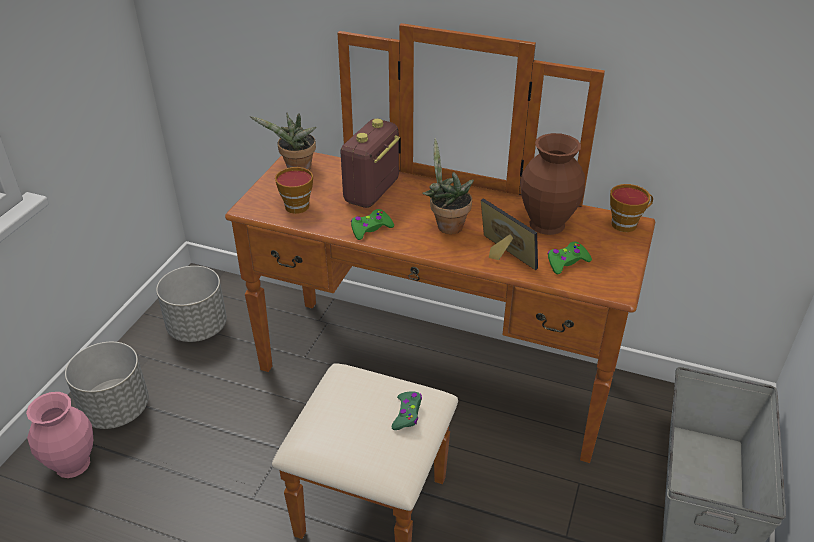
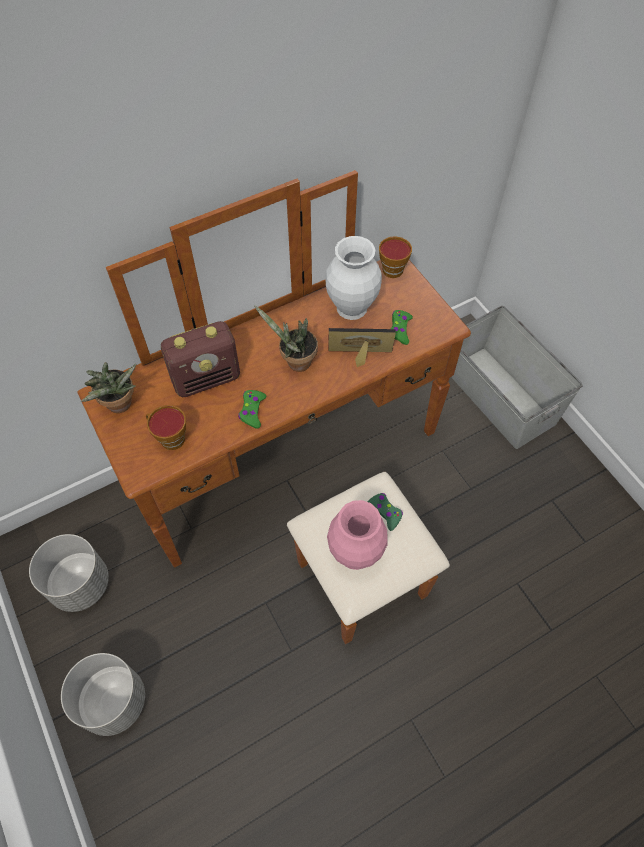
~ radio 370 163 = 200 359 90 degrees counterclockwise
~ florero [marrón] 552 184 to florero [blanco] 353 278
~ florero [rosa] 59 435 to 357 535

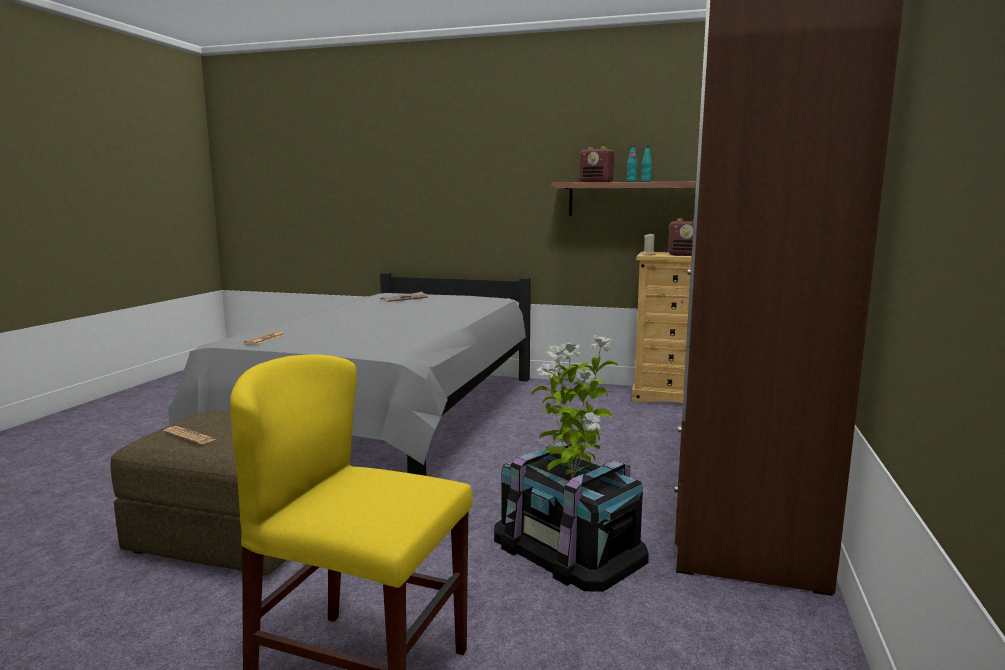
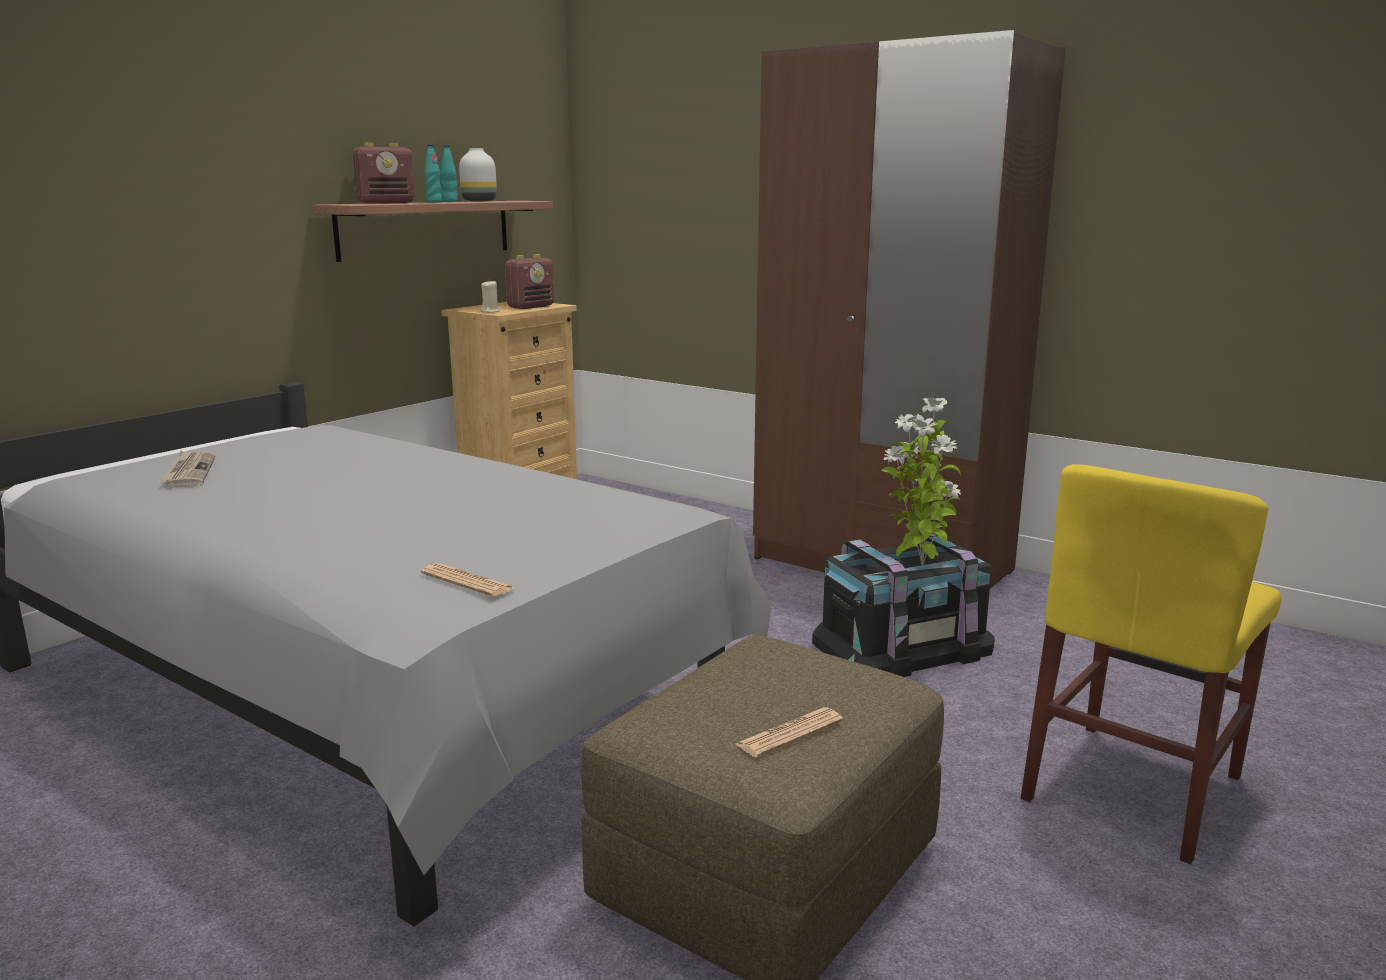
+ florero [blanco] 478 175

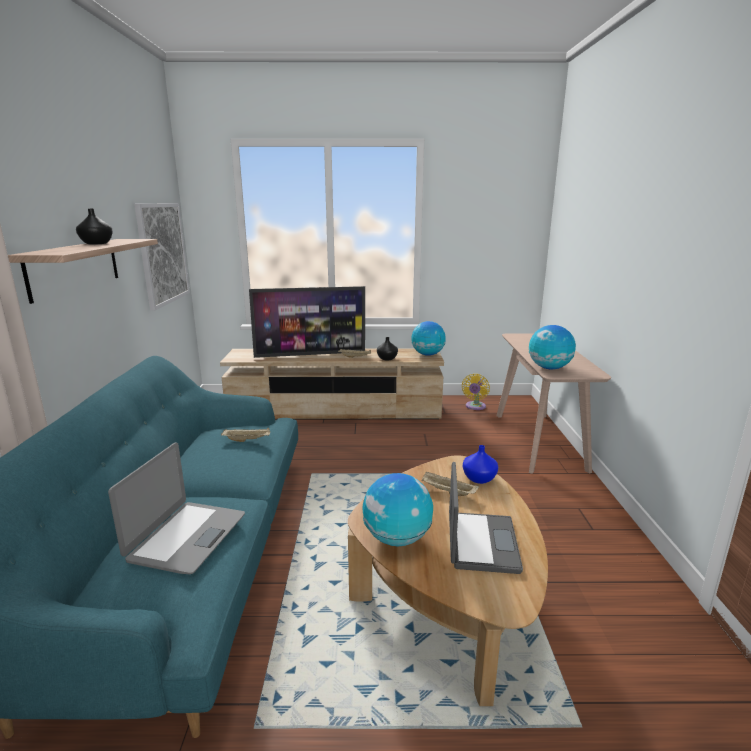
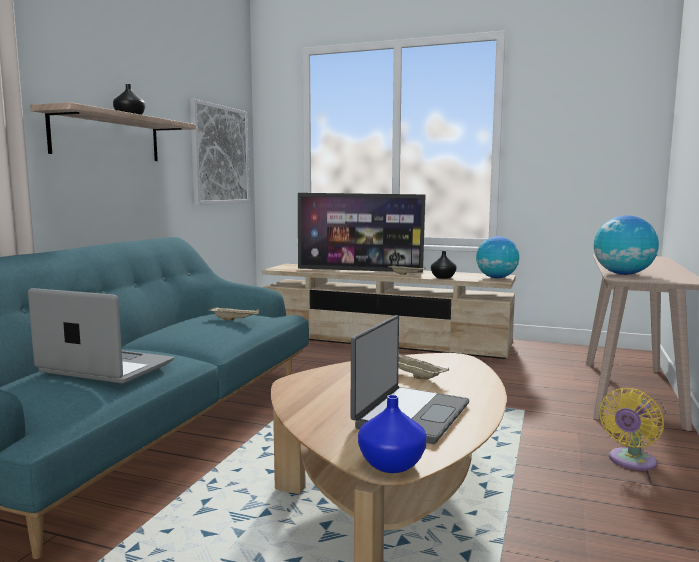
~ ventilador [amarillo] 476 392 to 631 429
~ portátil 176 508 = 101 336 105 degrees counterclockwise
~ florero [azul] 480 464 to 392 434
- globo terráqueo 397 509

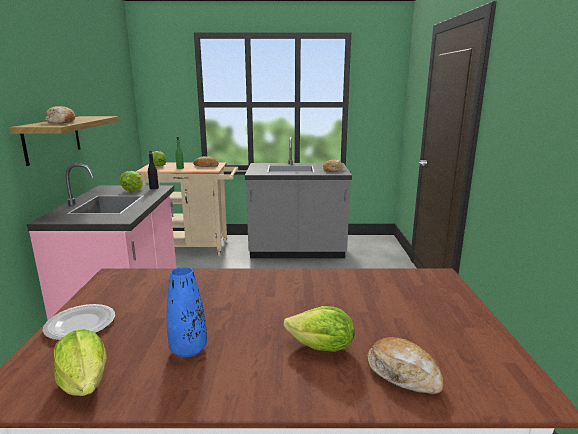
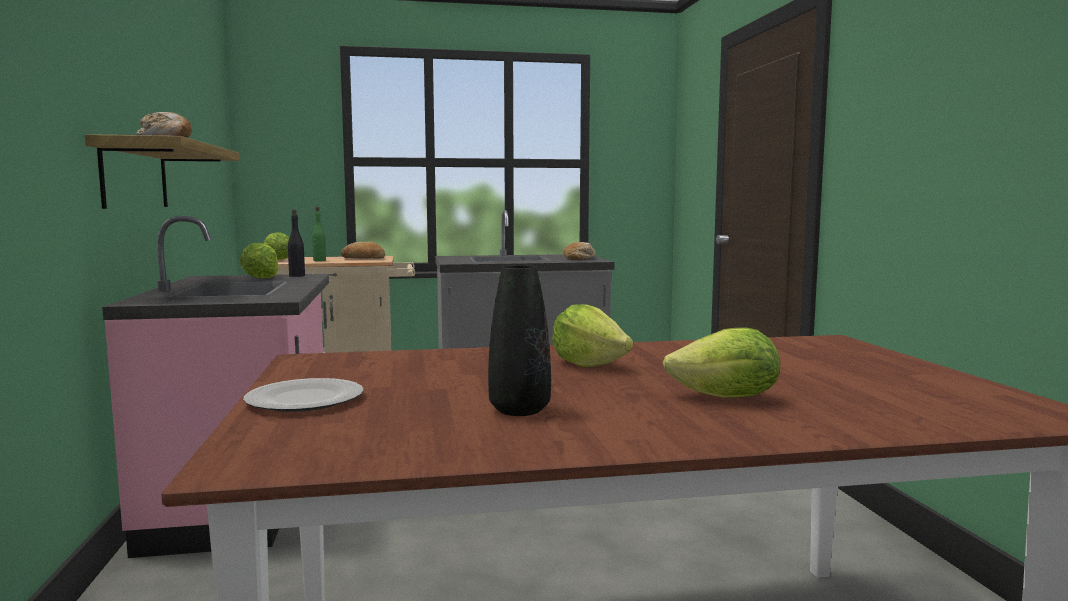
~ florero [azul] 187 312 to florero [negro] 519 340
~ lechuga 80 362 to 592 335
- pan 405 365

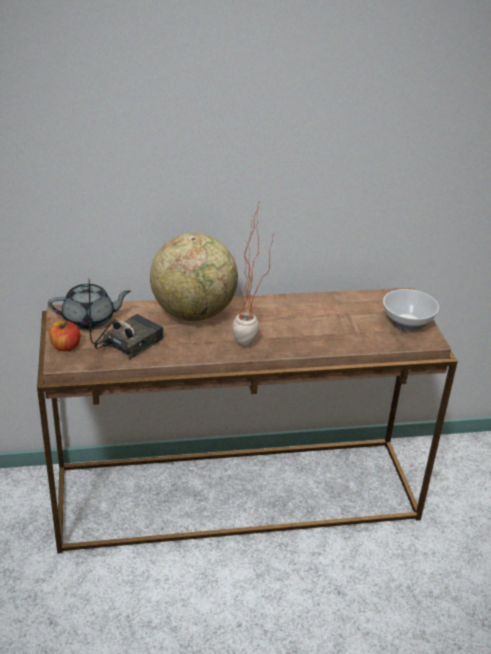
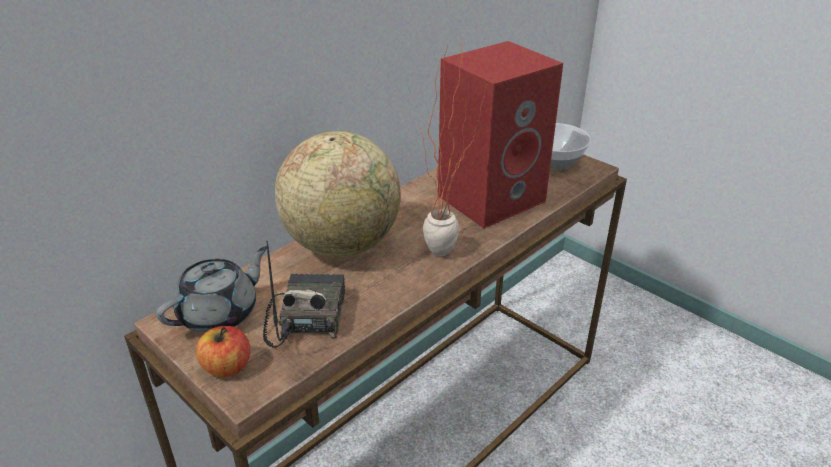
+ altavoz [rojo] 500 134

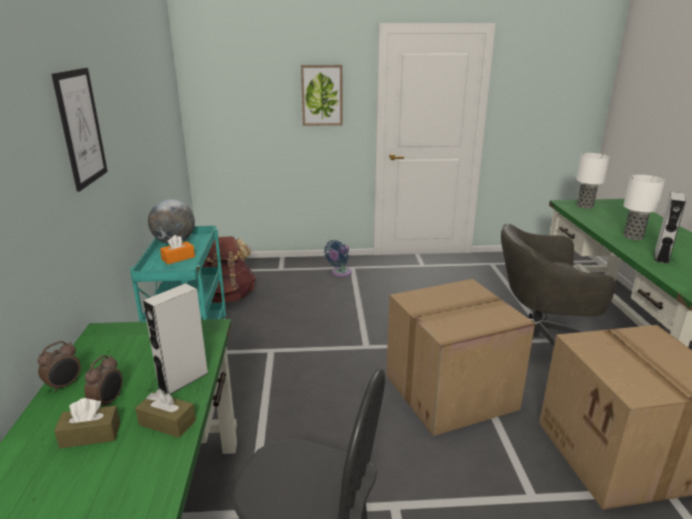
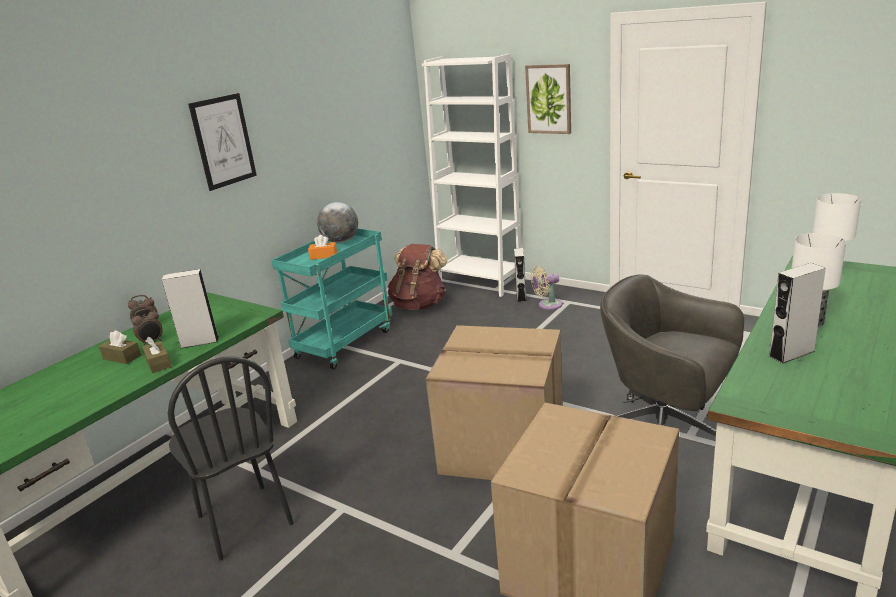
~ ventilador [azul] 338 258 to ventilador [beis] 546 288
+ estantería [blanco] 471 175
+ altavoz [gris] 520 275

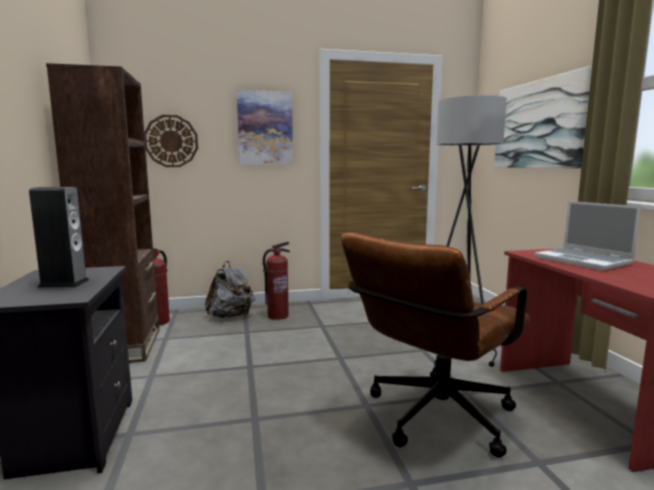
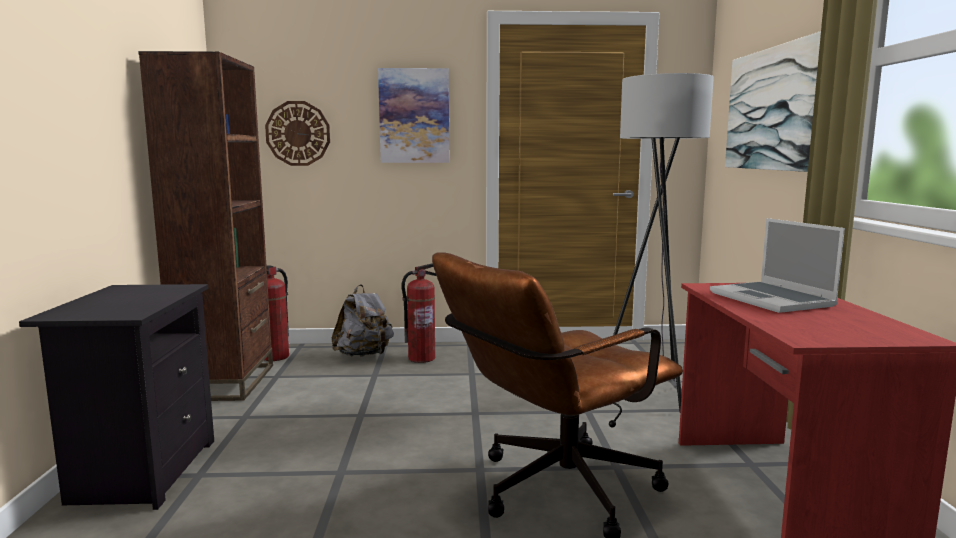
- altavoz 59 237

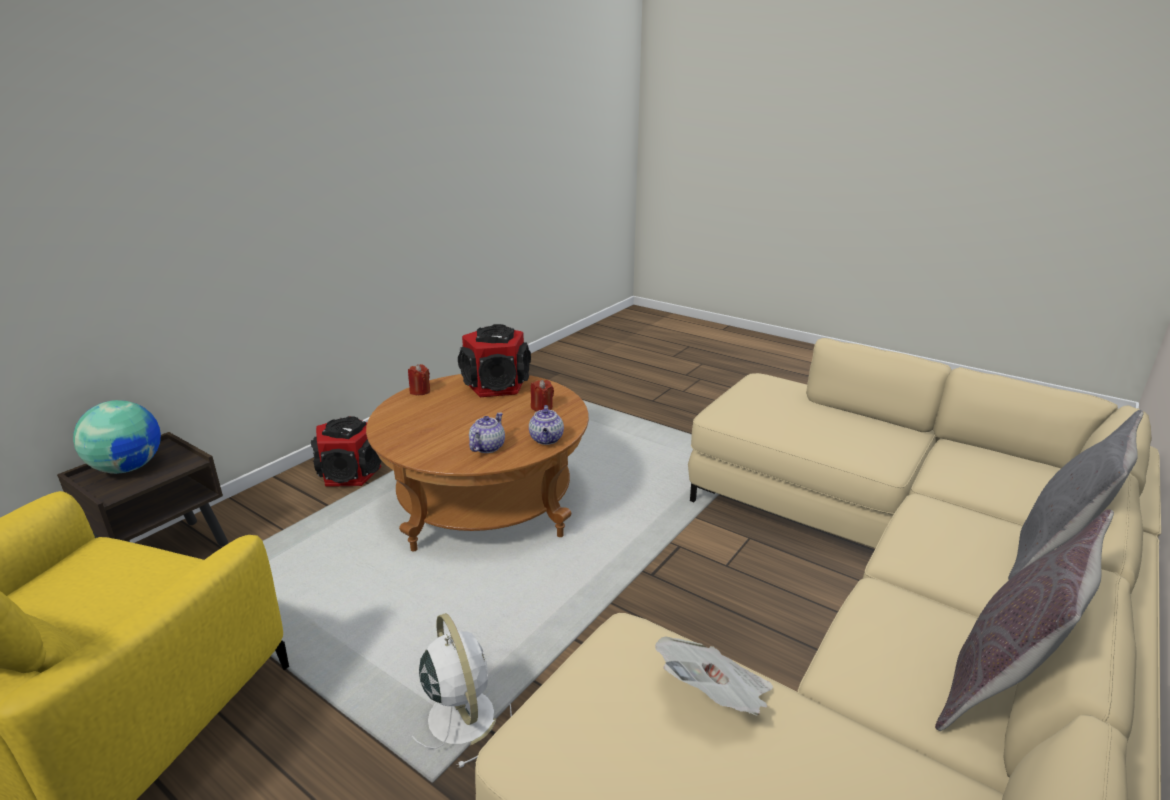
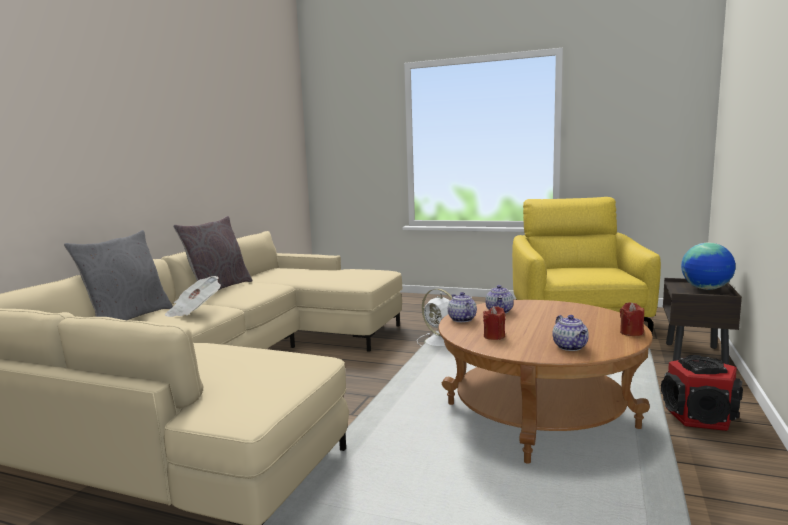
~ altavoz 494 360 to tetera 570 333
~ periódico 714 676 to 193 296

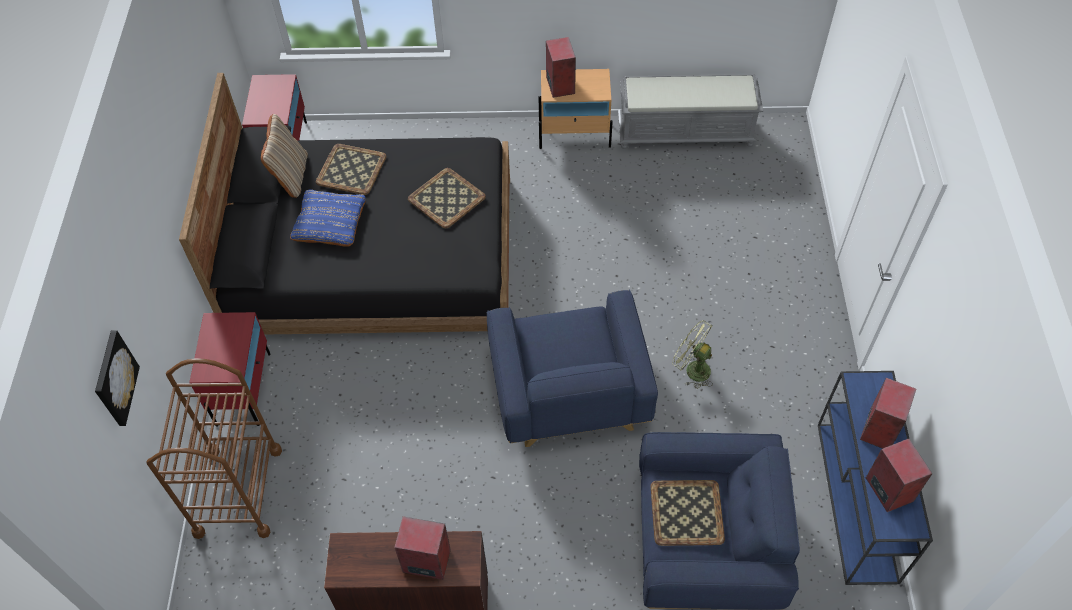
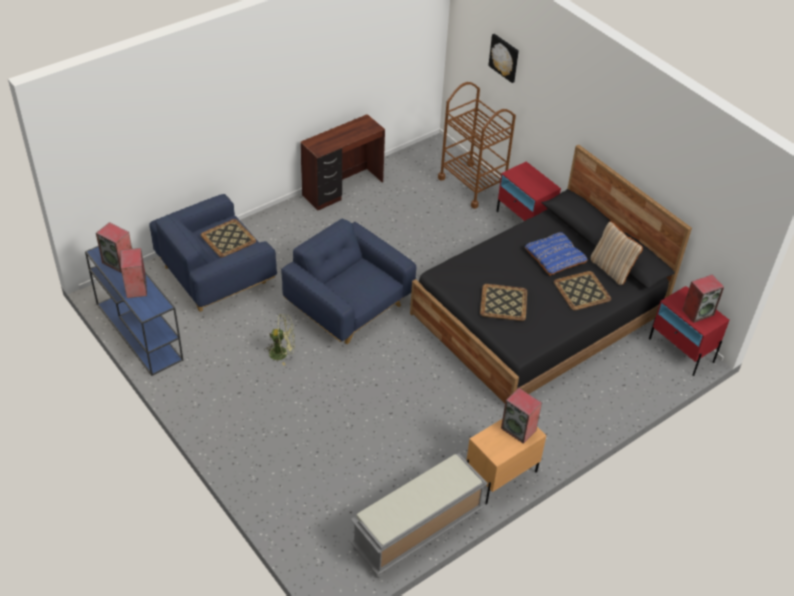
~ altavoz 422 548 to 703 299

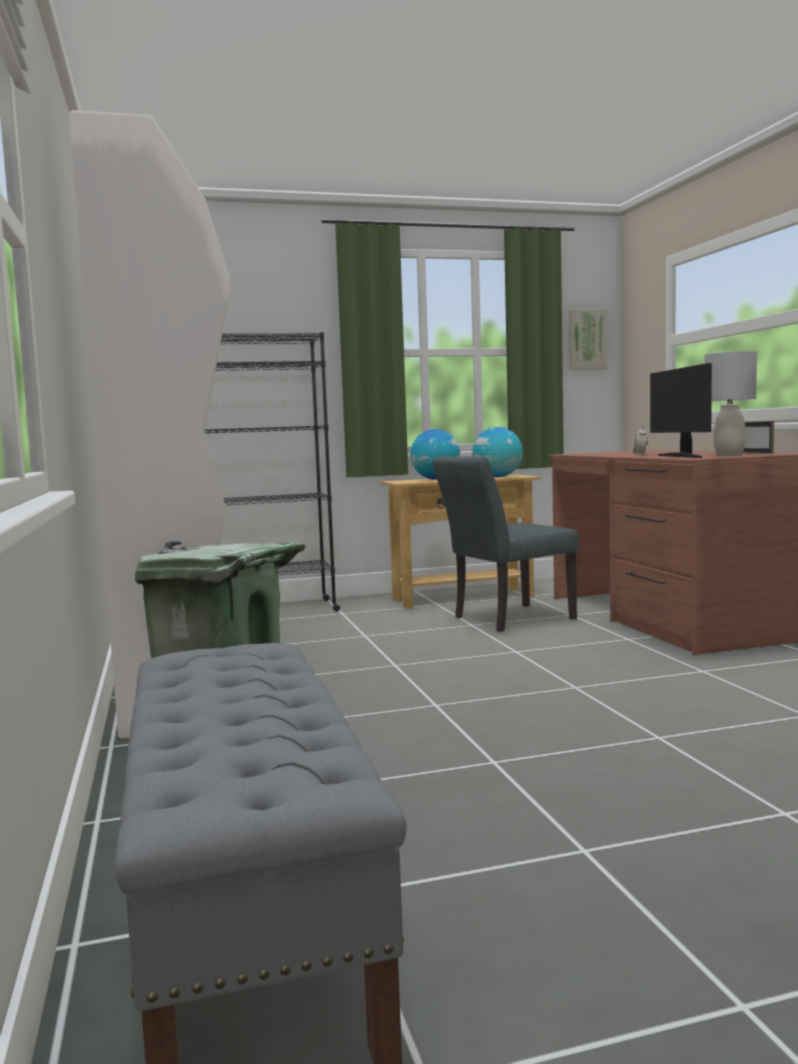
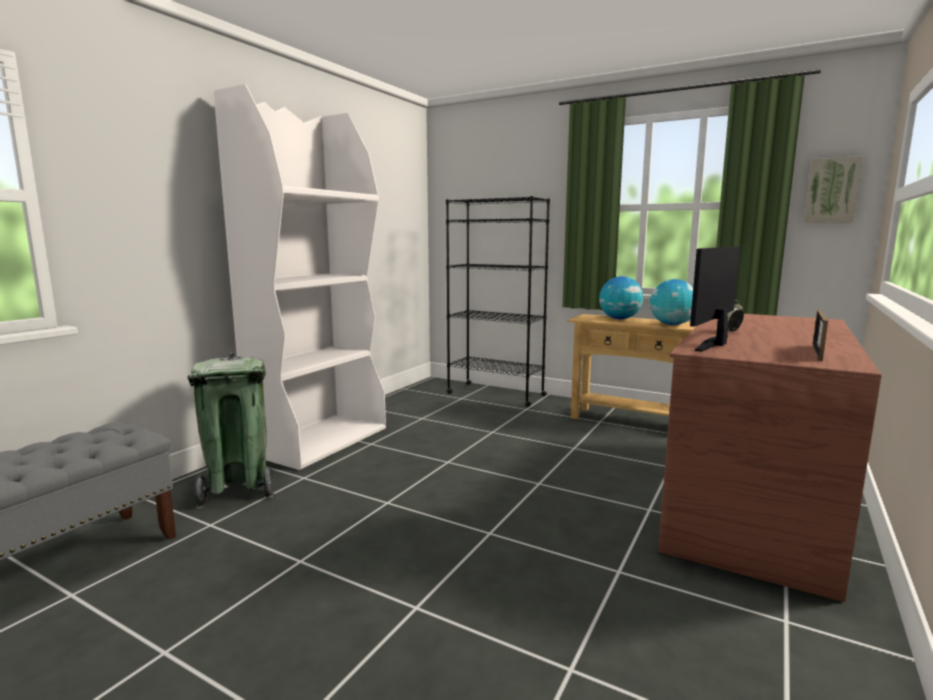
- lámpara de mesa [gris] 730 403
- silla [gris] 506 544

